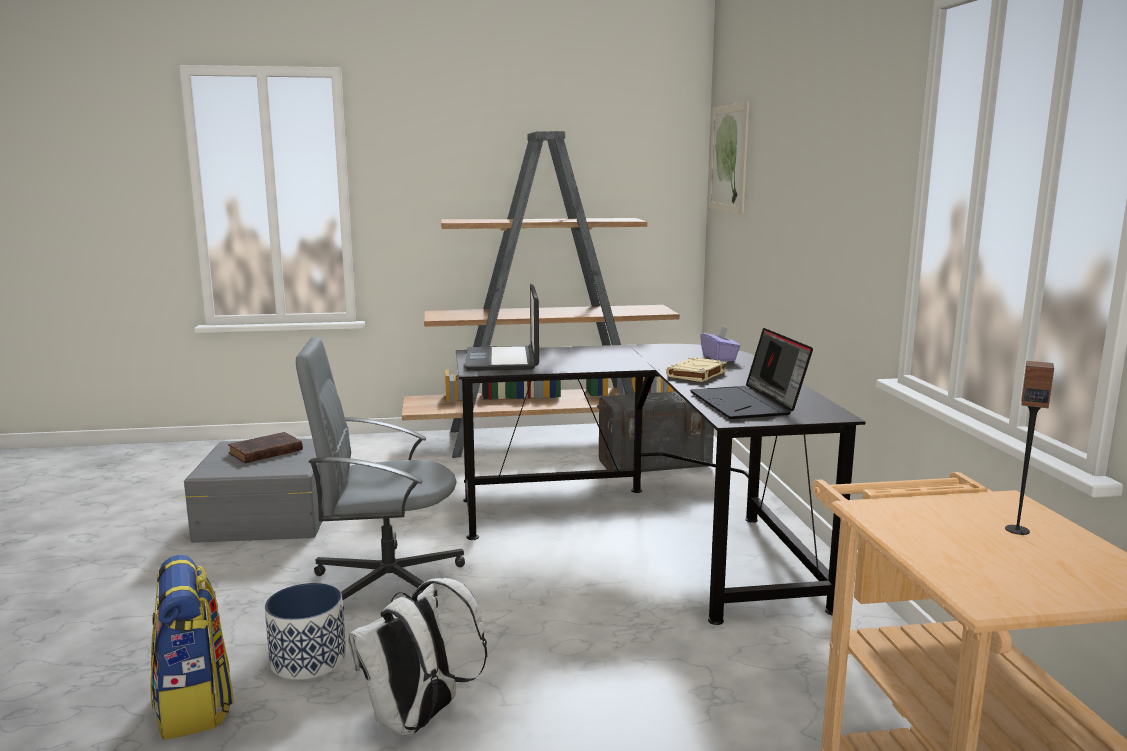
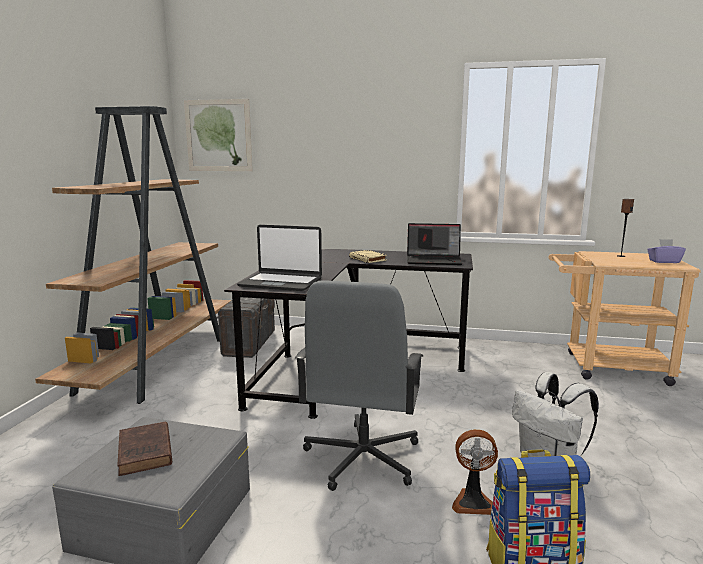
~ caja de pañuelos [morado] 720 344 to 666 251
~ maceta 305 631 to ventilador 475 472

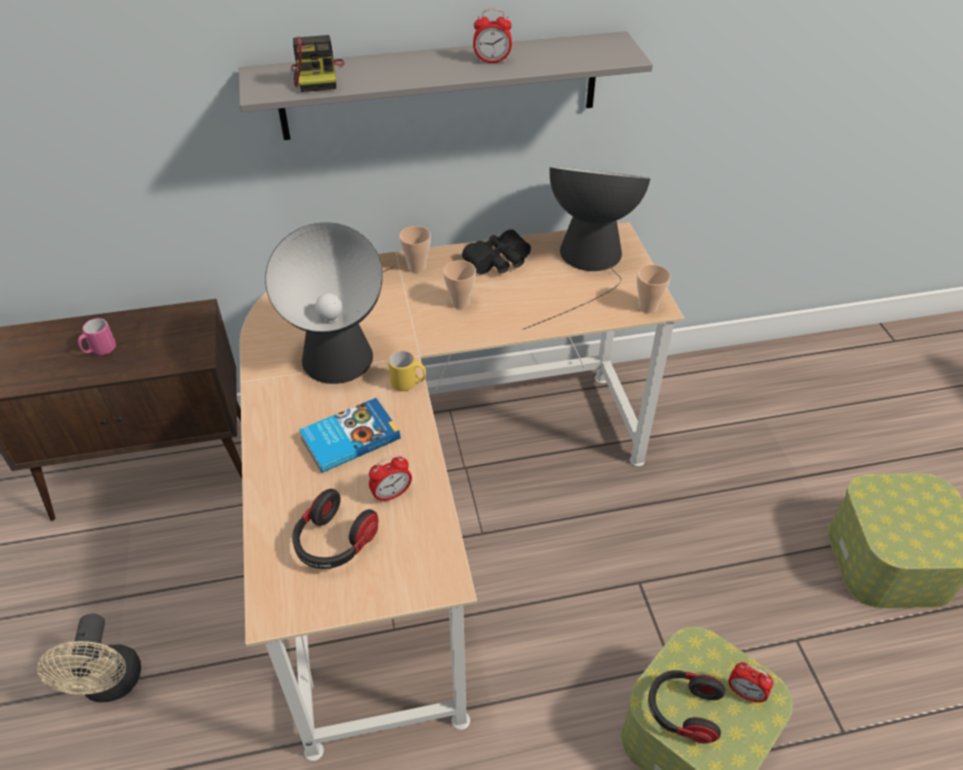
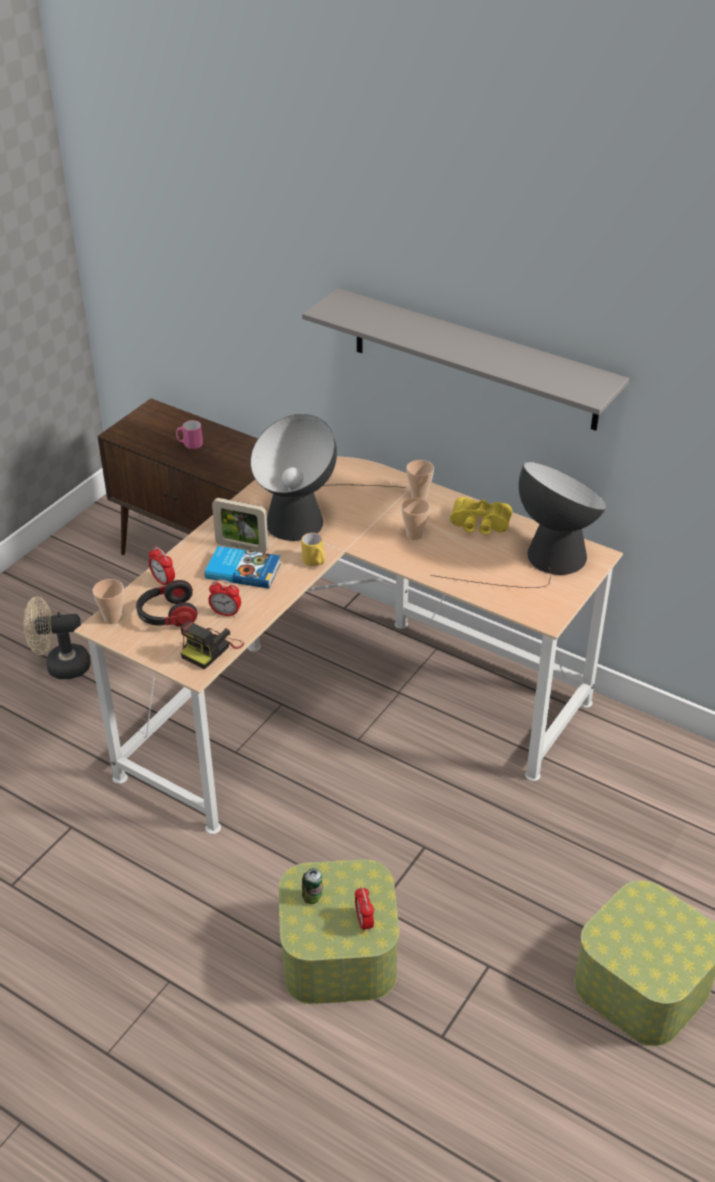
~ despertador 492 36 to 162 566
~ cámara 318 63 to 212 645
~ prismáticos [negro] 496 251 to prismáticos [amarillo] 481 516
~ taza 654 289 to 108 601
~ ventilador [beis] 89 658 = 57 638 45 degrees clockwise
~ auriculares 686 707 to lata 312 886
+ portarretratos 240 525

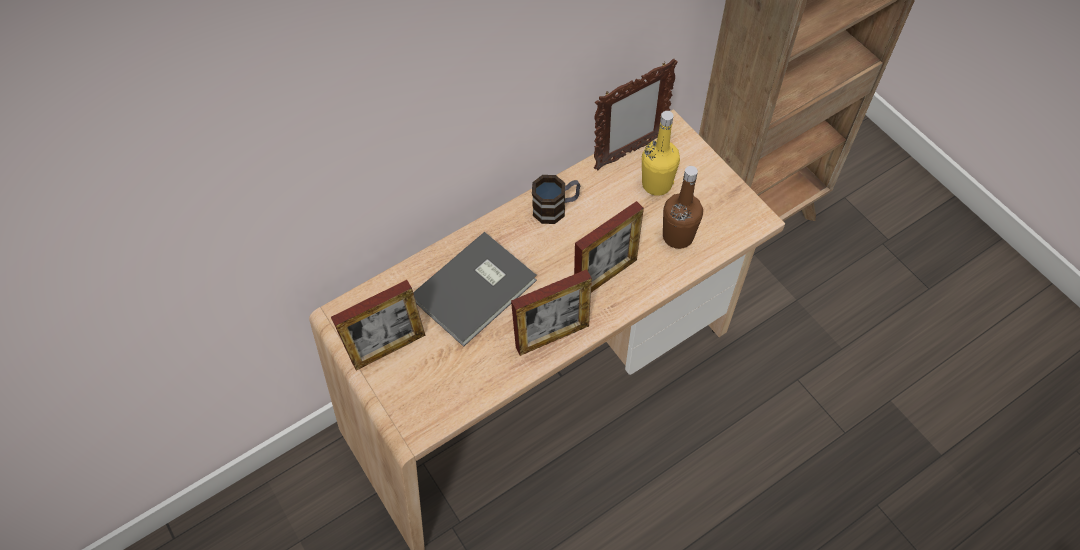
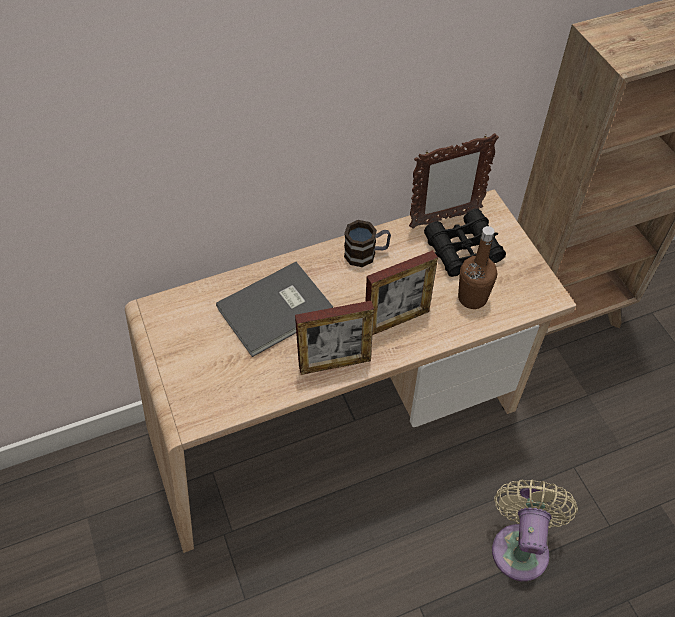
~ botella [amarillo] 661 153 to prismáticos [negro] 465 243
- portarretratos 378 325
+ ventilador [beis] 535 530

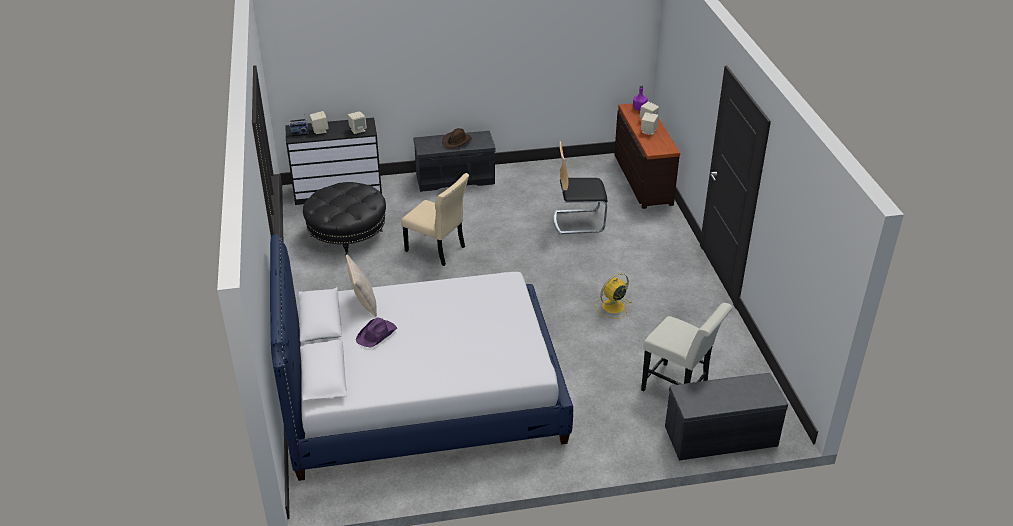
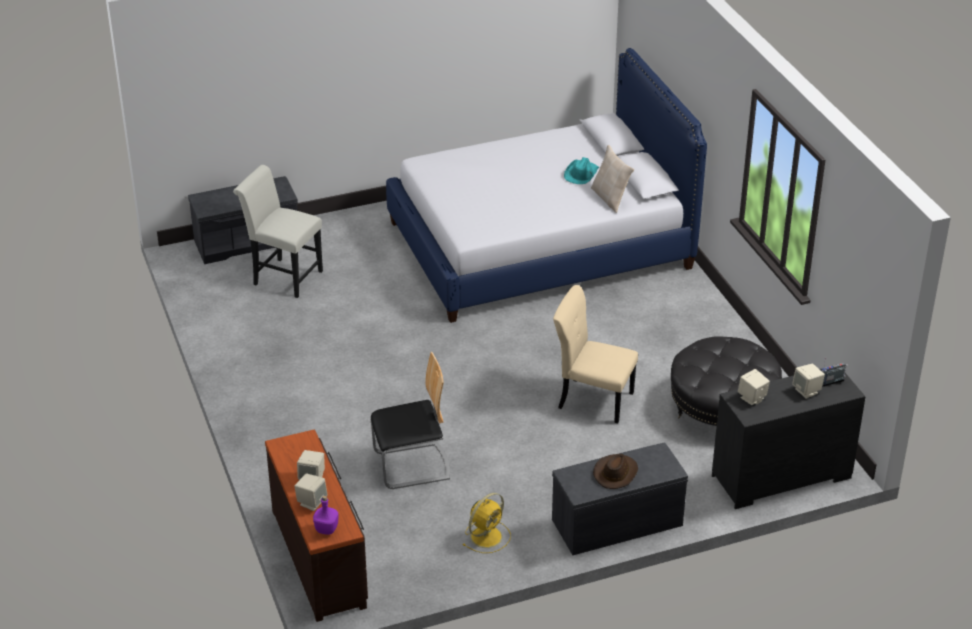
~ ventilador [amarillo] 613 296 to 486 523
~ sombrero [morado] 376 332 to sombrero [turquesa] 581 170

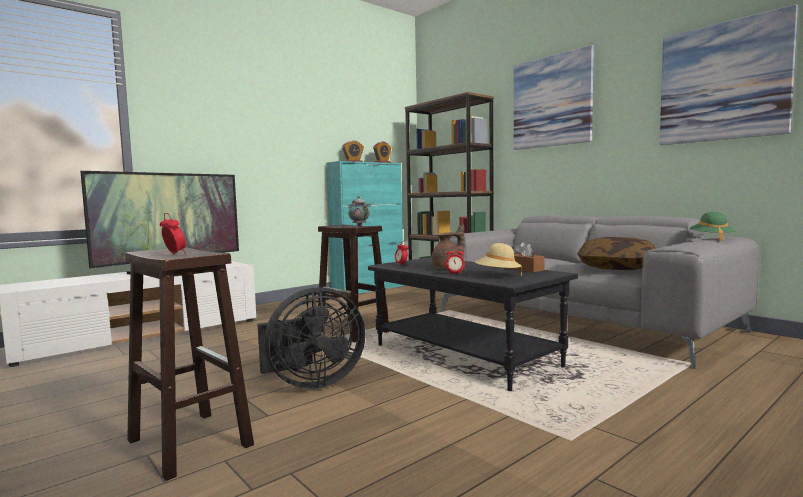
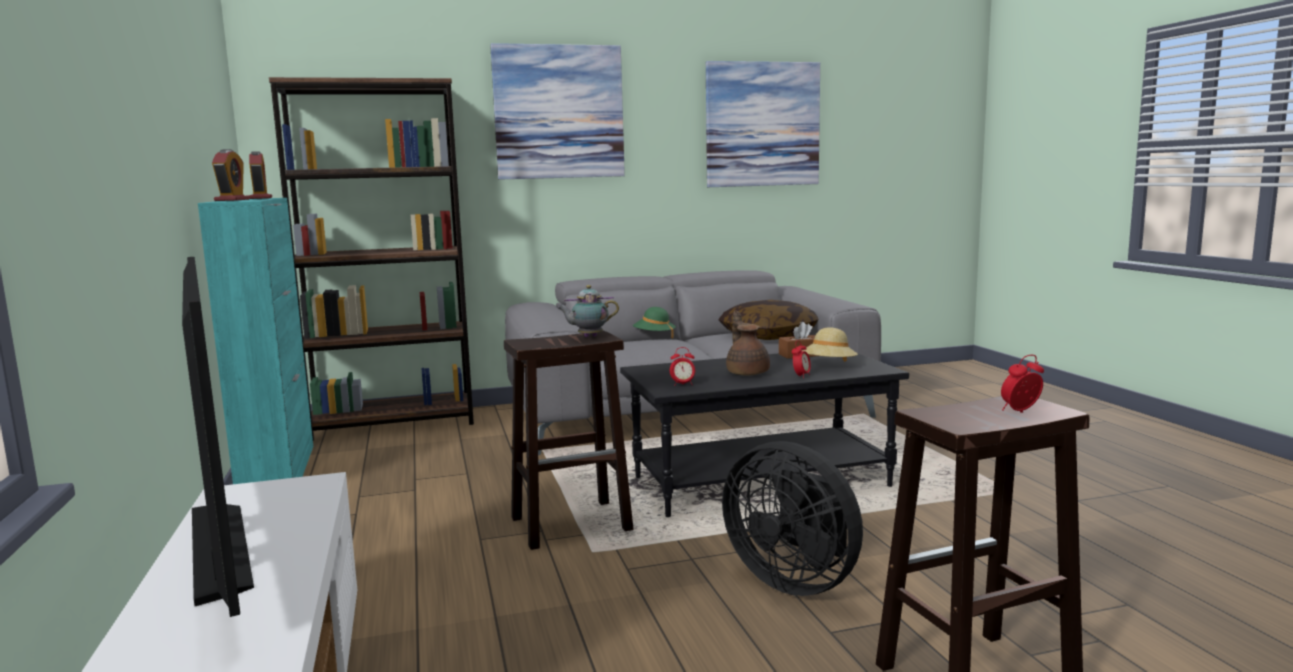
~ sombrero [verde] 712 226 to 654 322
~ ventilador [negro] 311 338 = 792 518 135 degrees clockwise

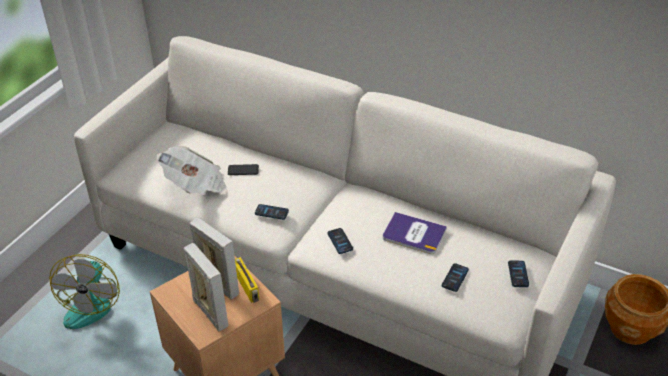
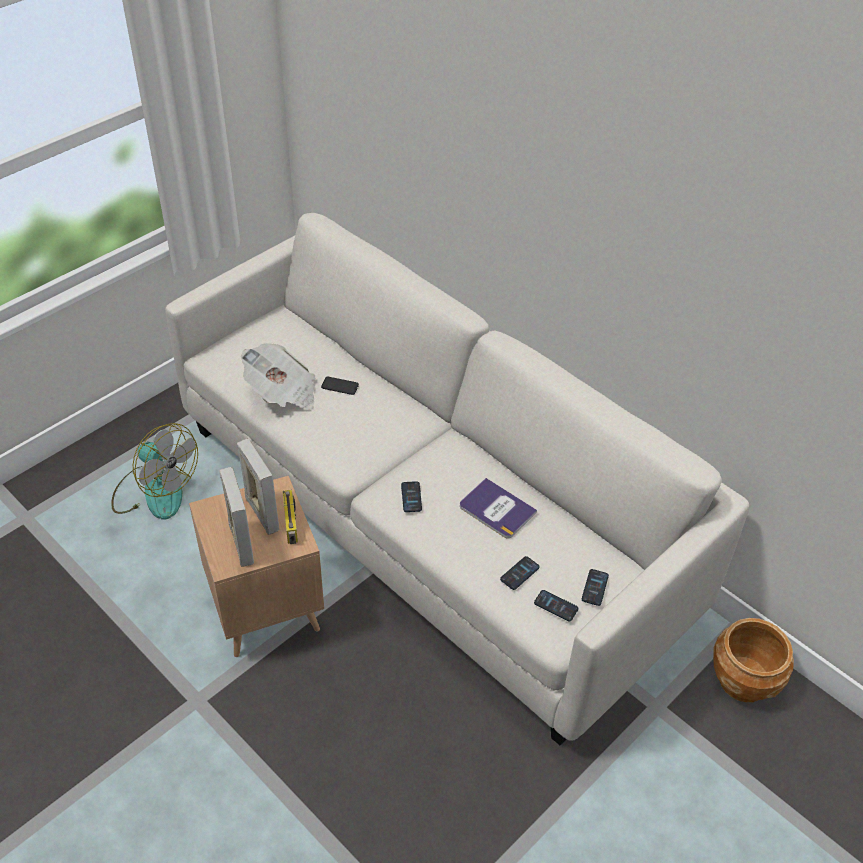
~ móvil 272 212 to 556 605
~ ventilador 84 291 = 154 471 75 degrees counterclockwise

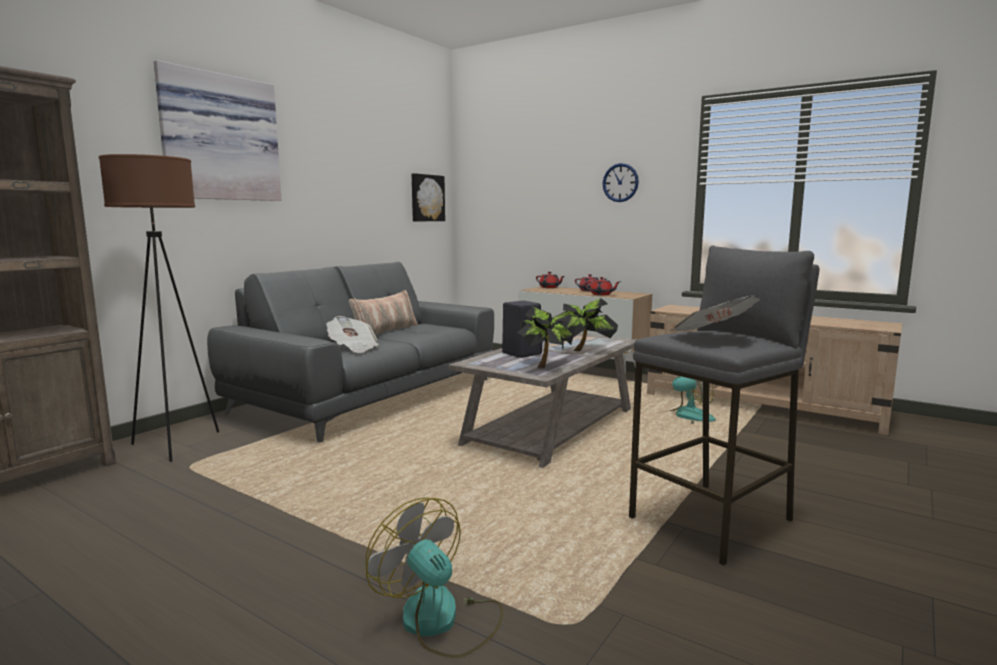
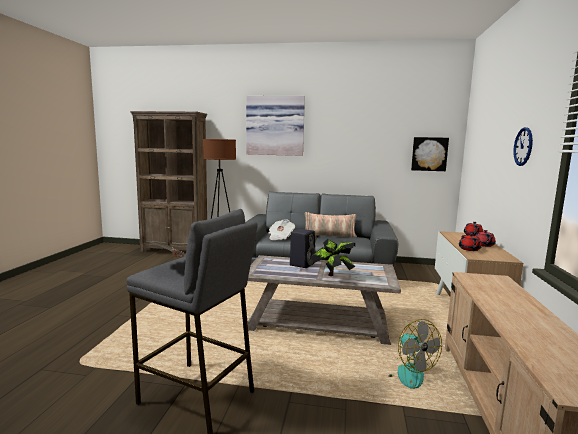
- planta en maceta 545 337
- ventilador 434 577

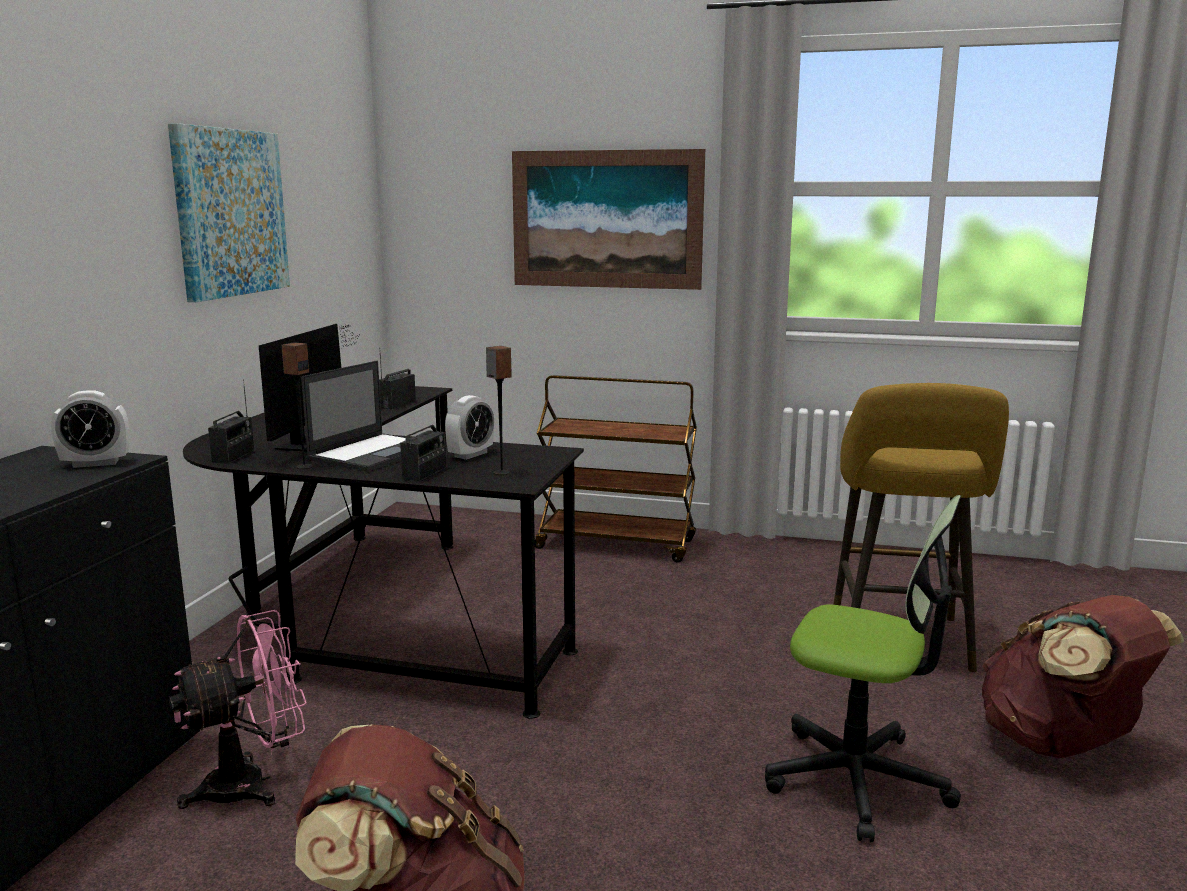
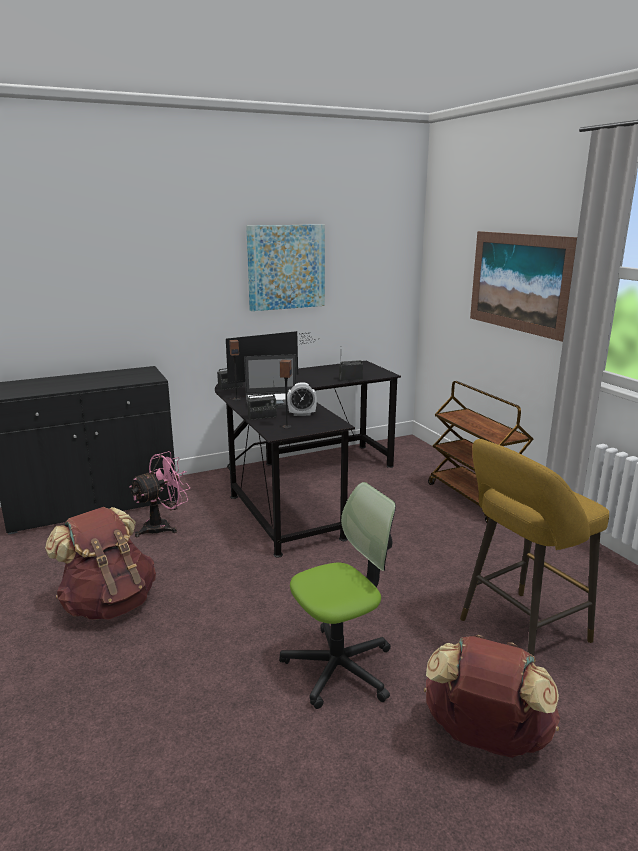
- despertador 90 429
~ silla de oficina 863 668 = 337 595 105 degrees counterclockwise
~ ventilador [rosa] 238 709 = 159 494 60 degrees counterclockwise

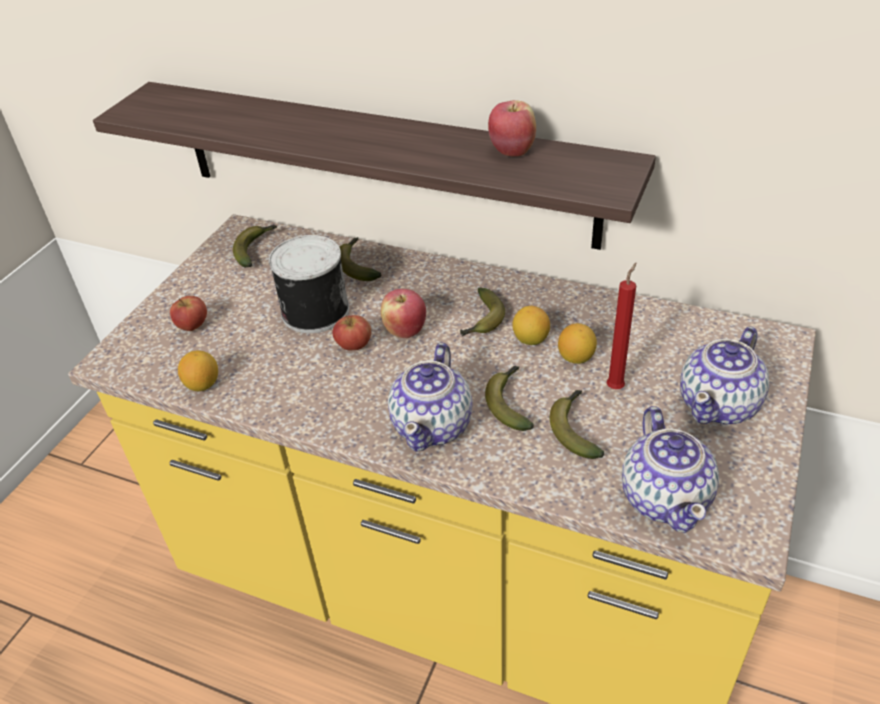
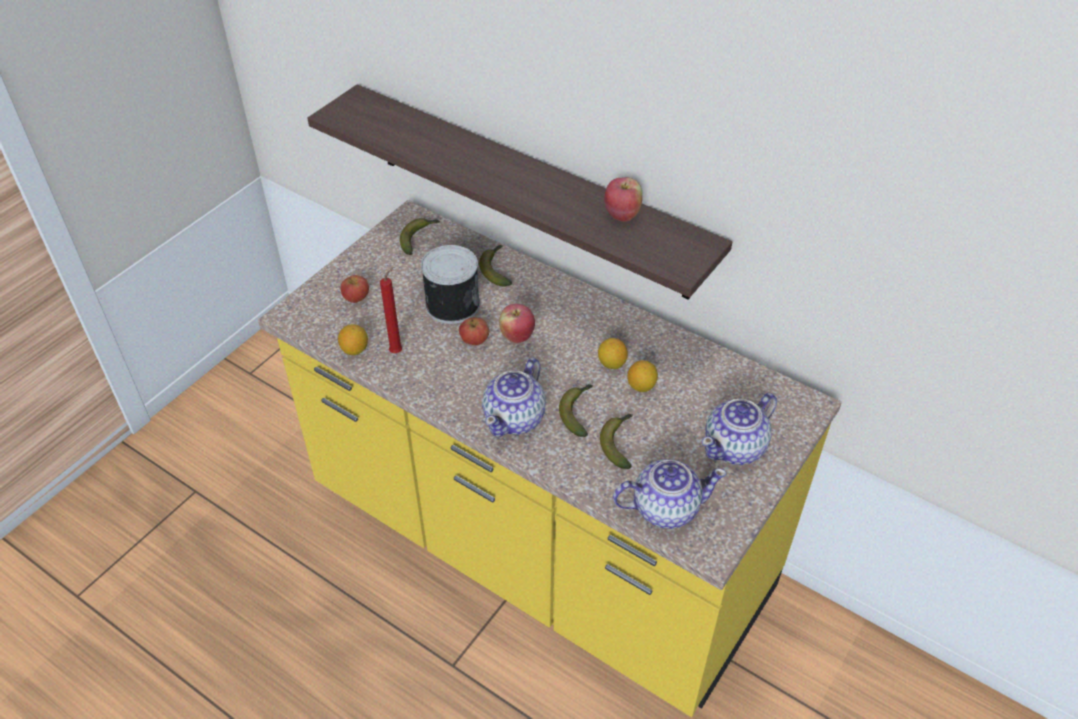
~ vela [rojo] 621 326 to 391 310
- plátano 482 311
~ tetera 670 469 = 670 494 105 degrees counterclockwise

